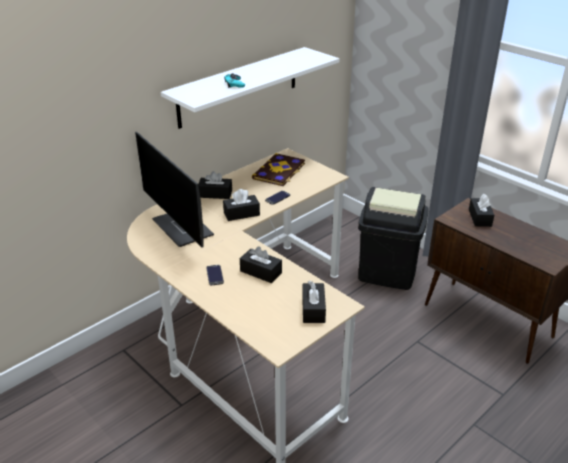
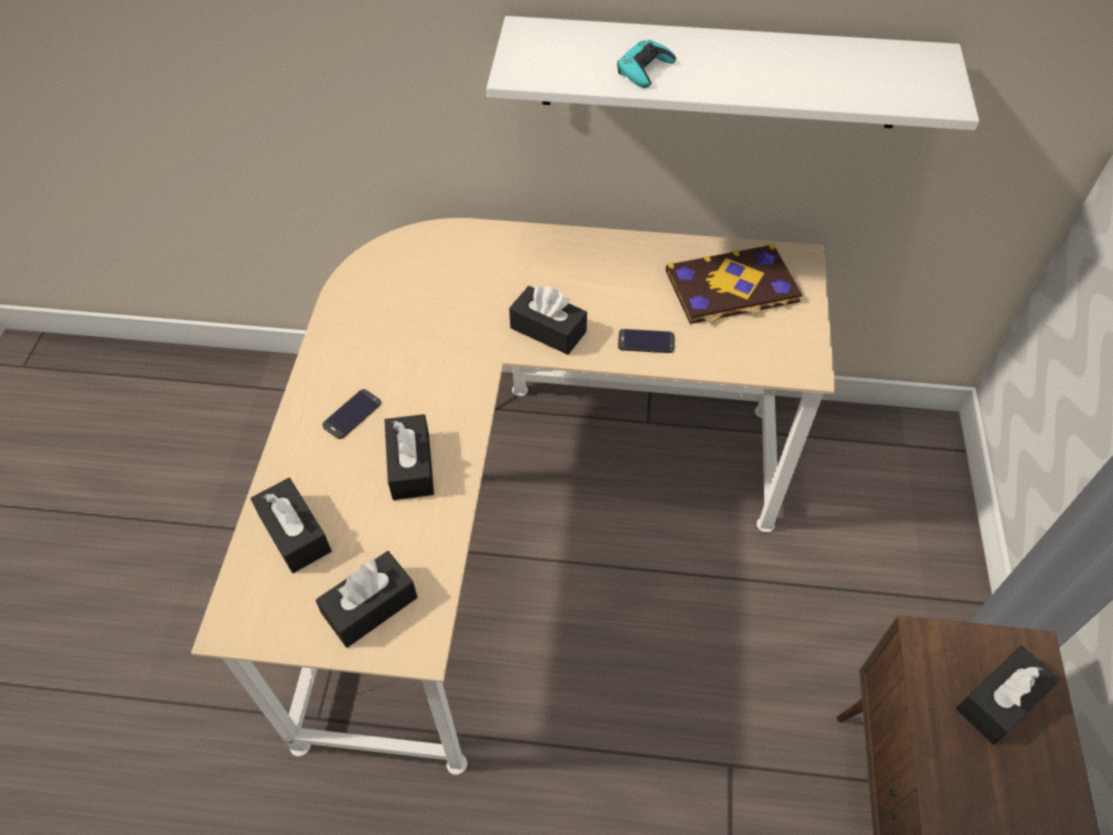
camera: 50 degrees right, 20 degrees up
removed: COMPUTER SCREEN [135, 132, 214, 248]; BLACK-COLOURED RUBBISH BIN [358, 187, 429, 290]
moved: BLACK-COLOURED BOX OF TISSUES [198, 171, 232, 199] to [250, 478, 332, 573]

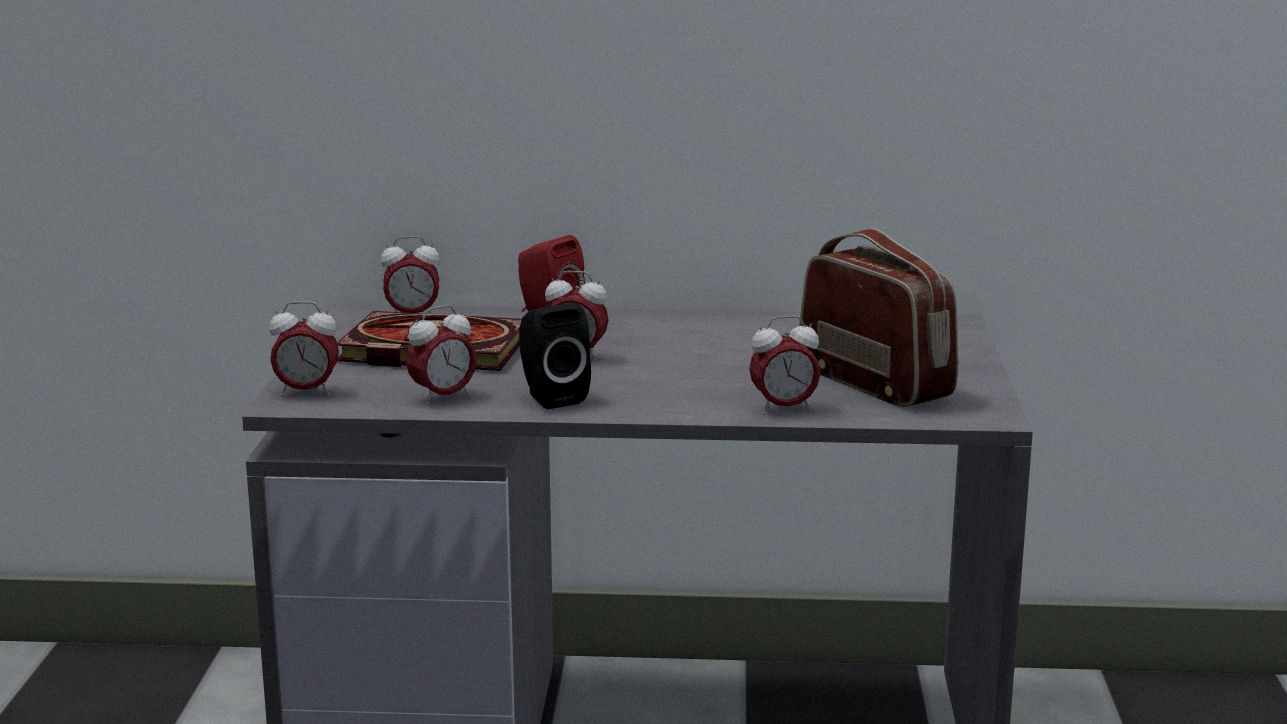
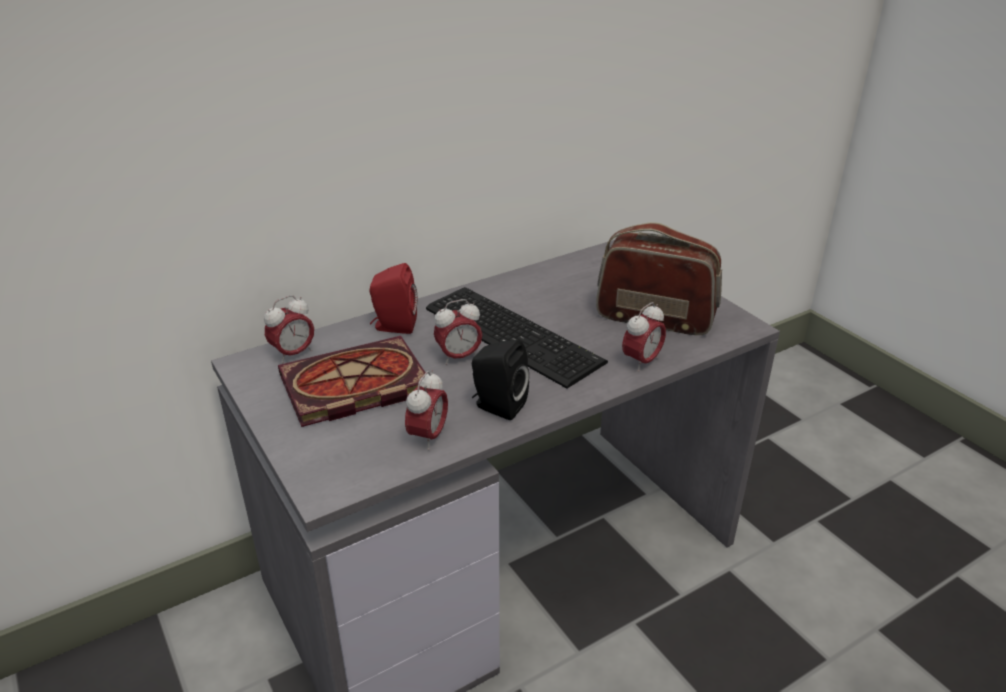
camera: 35 degrees left, 15 degrees up
removed: ALARM CLOCK [269, 302, 339, 396]
added: COMPUTER KEYBOARD [426, 287, 608, 389]

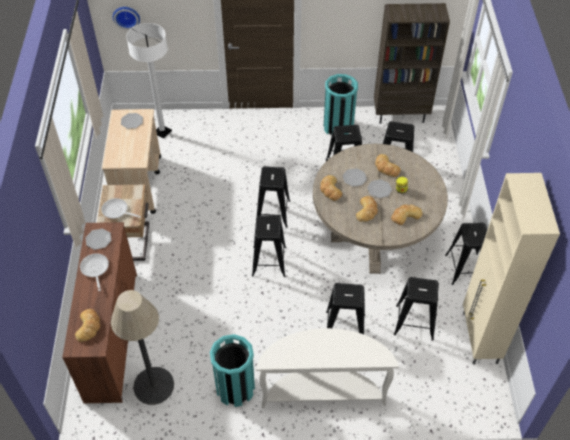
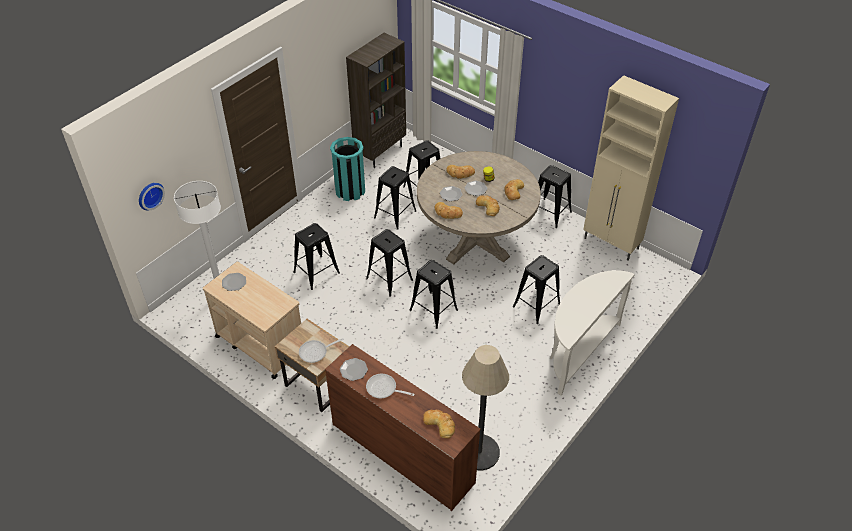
camera: 50 degrees left, 5 degrees down
removed: TURQUOISE-COLOURED RUBBISH BIN [210, 334, 255, 407]
moved: BLACK-COLOURED SITTING STOOL [394, 277, 439, 341] to [293, 223, 340, 290]

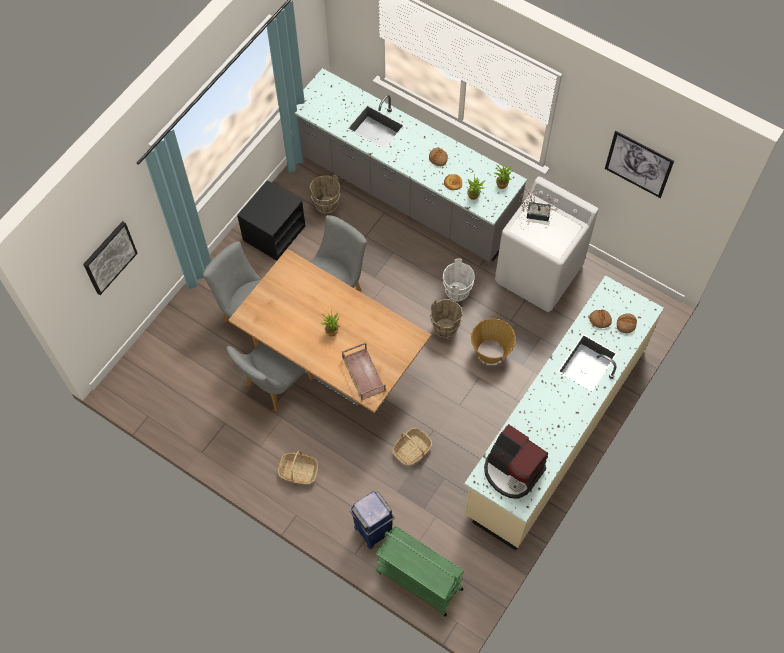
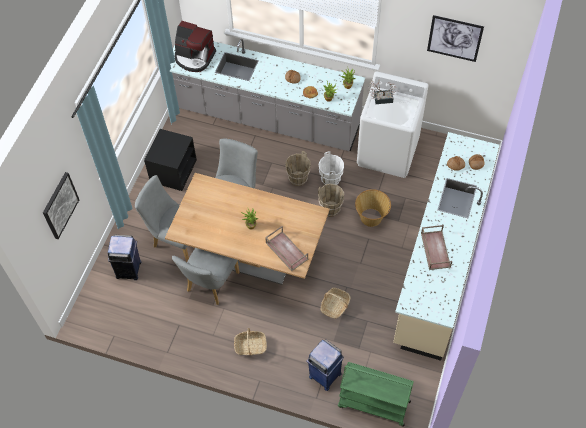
camera: 15 degrees left, 5 degrees down
added: BLUE-COLOURED RUBBISH BIN [108, 235, 141, 280]; BROWN CARRYING TRAY [421, 225, 452, 270]
moved: COFFEE MAKER [484, 424, 548, 499] to [175, 21, 216, 72]; BROWN BUCKET [309, 174, 340, 215] to [285, 151, 311, 186]

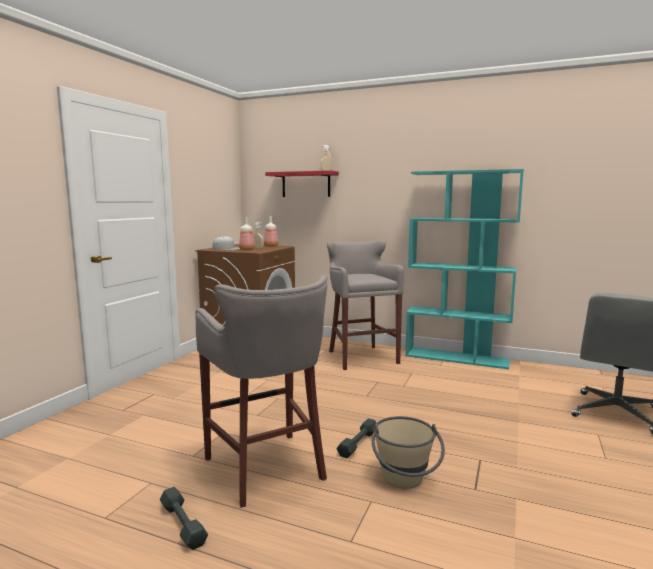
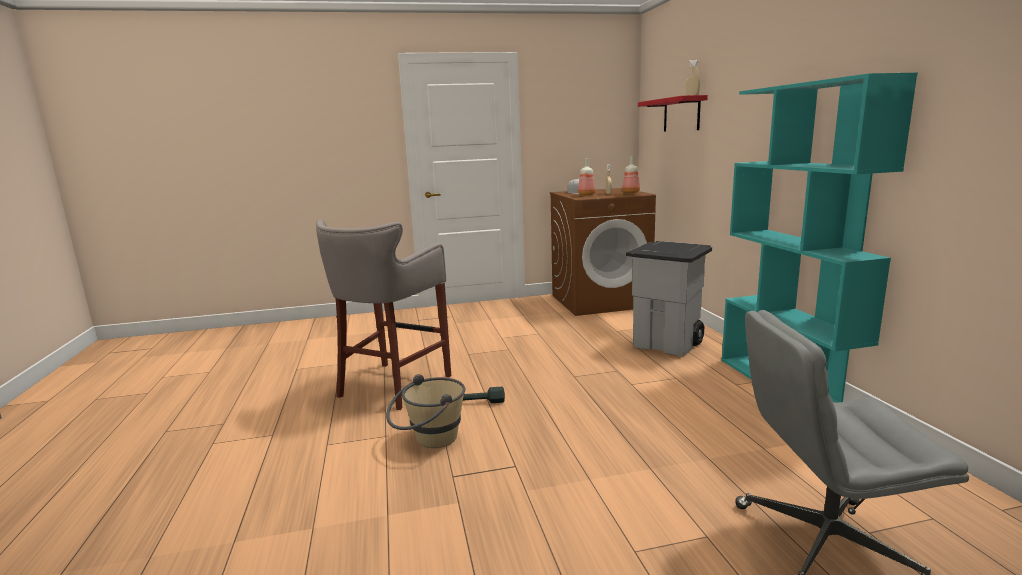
camera: 55 degrees right, 5 degrees up
removed: GREY DUMBBELL [160, 487, 208, 550]
replaced: GREY SITTING STOOL [327, 240, 404, 370] to GREY RUBBISH BIN [626, 241, 712, 356]

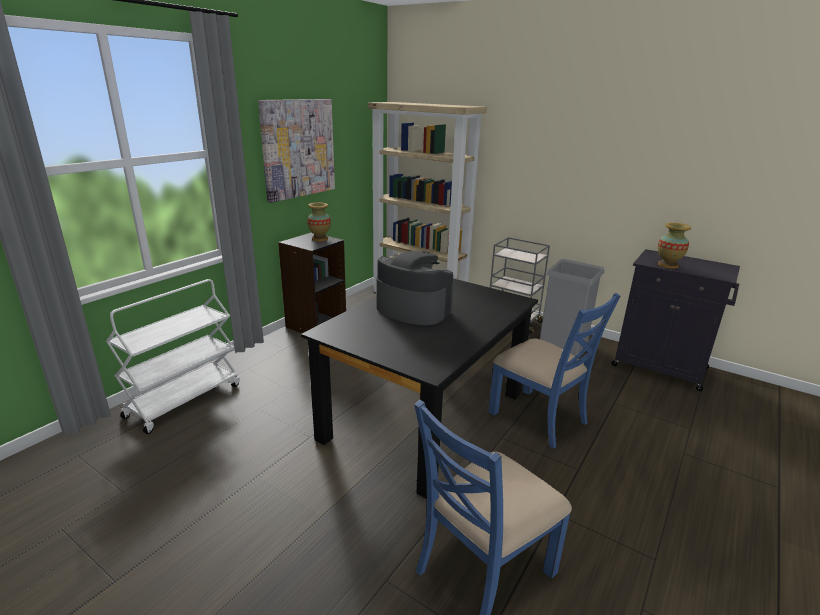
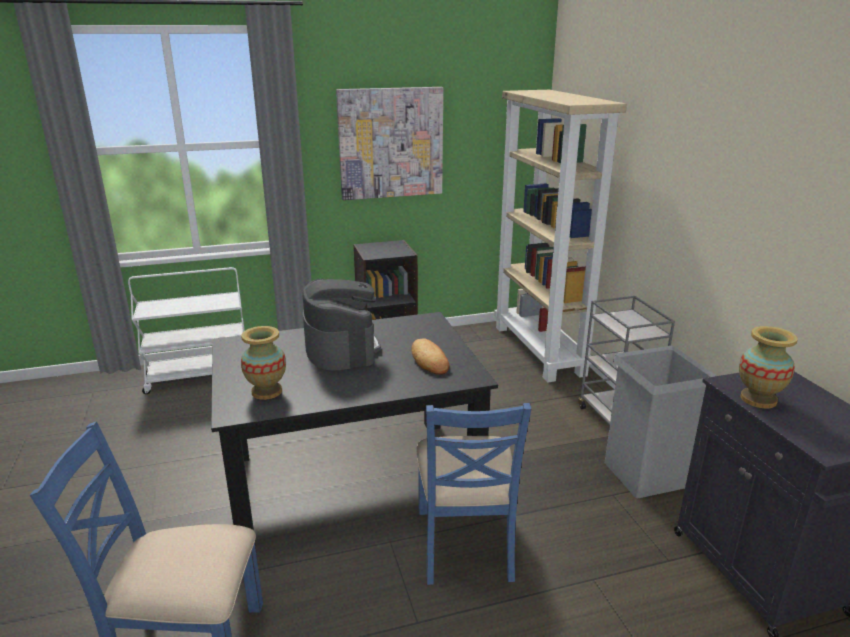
camera: 40 degrees right, 0 degrees up
added: BAKERY BREAD [411, 338, 450, 375]
moved: VASE [307, 203, 331, 241] to [241, 326, 286, 400]

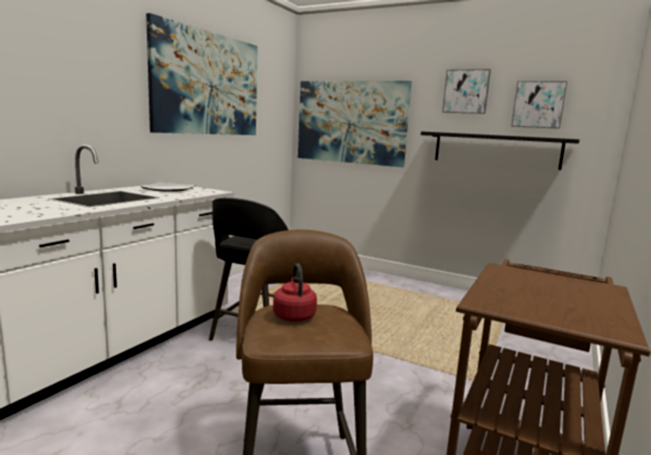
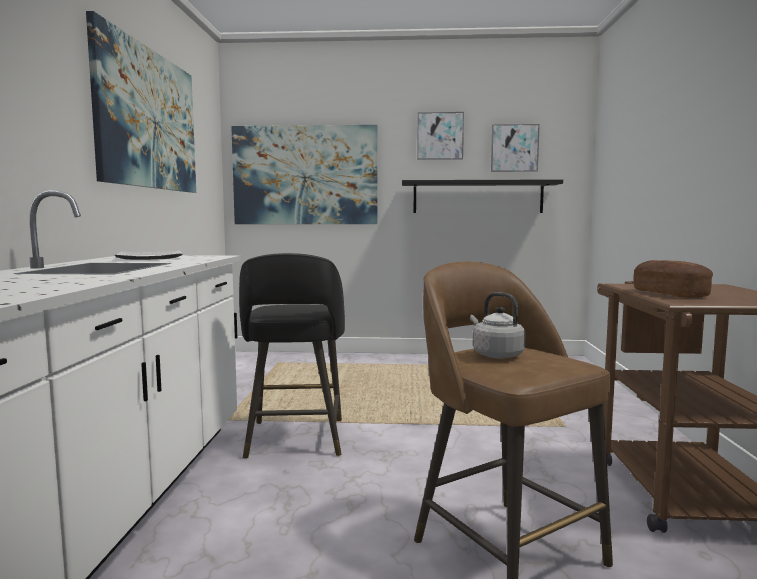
camera: 25 degrees left, 5 degrees down
added: BAKERY BREAD [633, 260, 713, 298]
recoloured: REDDISH KETTLE [273, 263, 317, 322] to GREY KETTLE [470, 292, 526, 359]

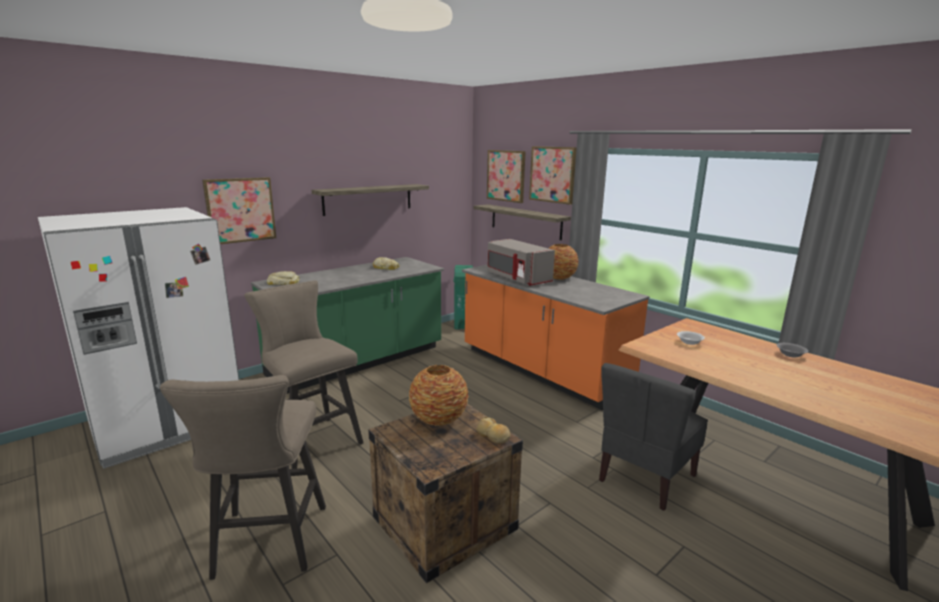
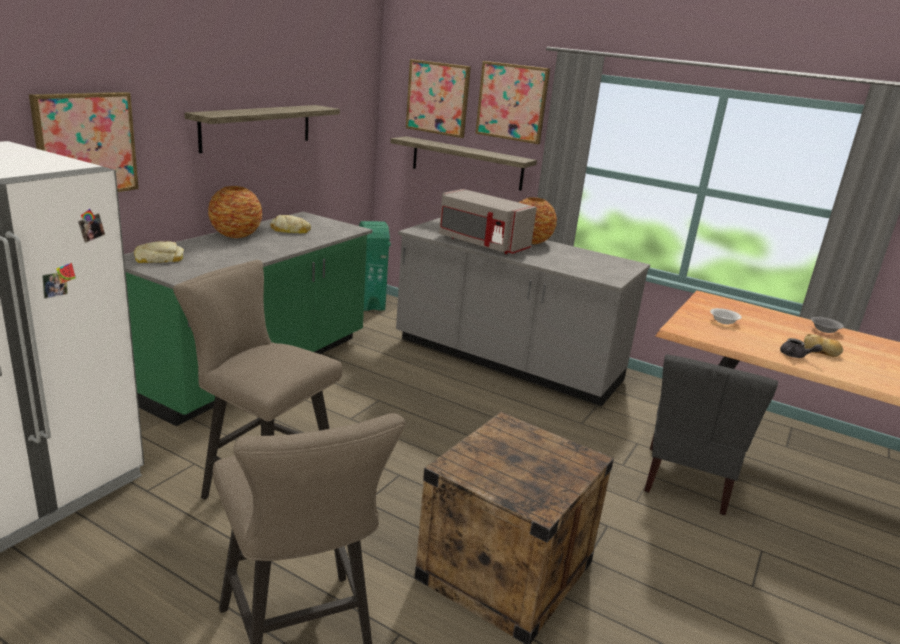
camera: 20 degrees left, 5 degrees up
added: GREY TEA POT [780, 338, 822, 358]
moved: VASE [409, 365, 468, 426] to [208, 186, 262, 238]; BAKERY BREAD [476, 417, 510, 444] to [804, 334, 843, 357]
recoloured: ORANGE KITCHEN COUNTER [462, 265, 650, 411] to GREY KITCHEN COUNTER [396, 218, 650, 406]

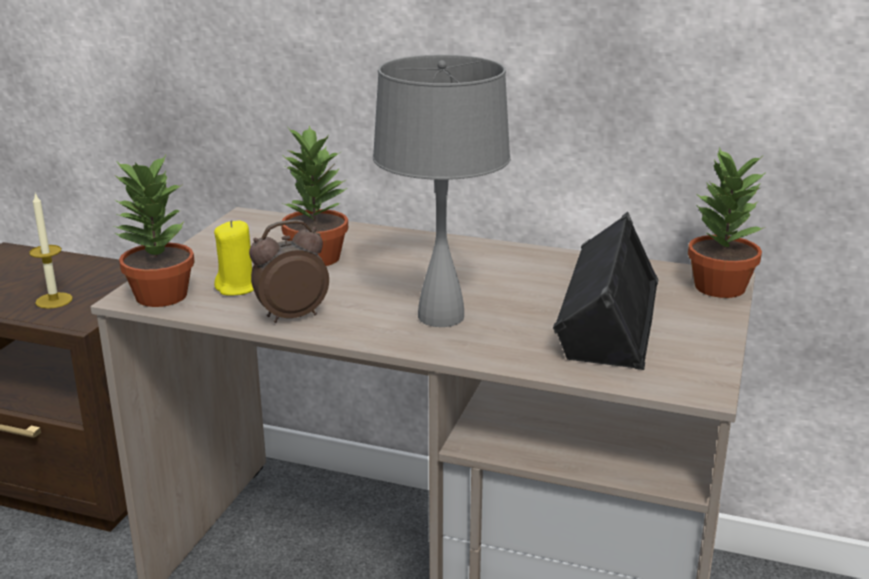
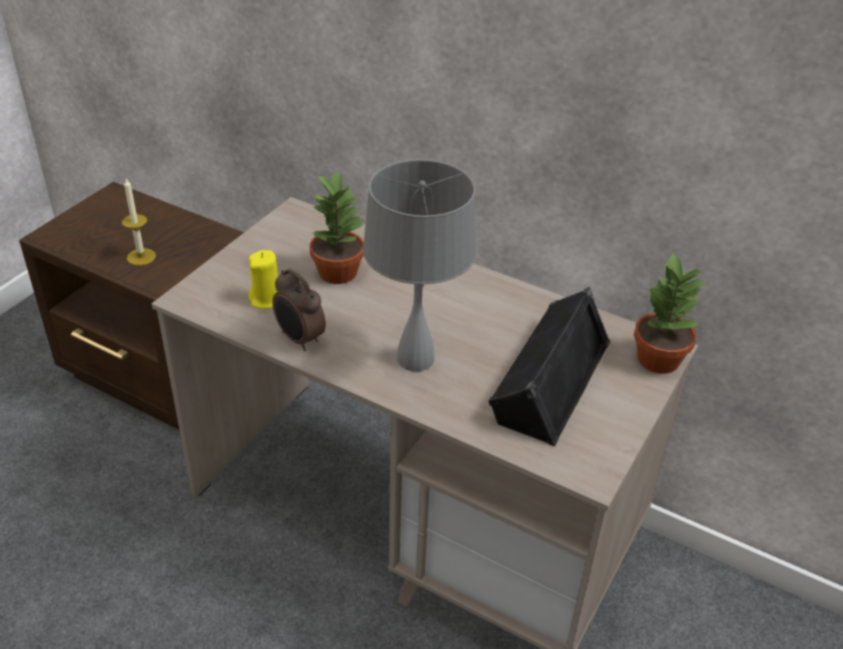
camera: 10 degrees right, 15 degrees up
removed: POTTED PLANT [114, 155, 195, 307]
turned: ALARM CLOCK [249, 220, 329, 323] = [272, 269, 326, 351] 120 degrees counterclockwise

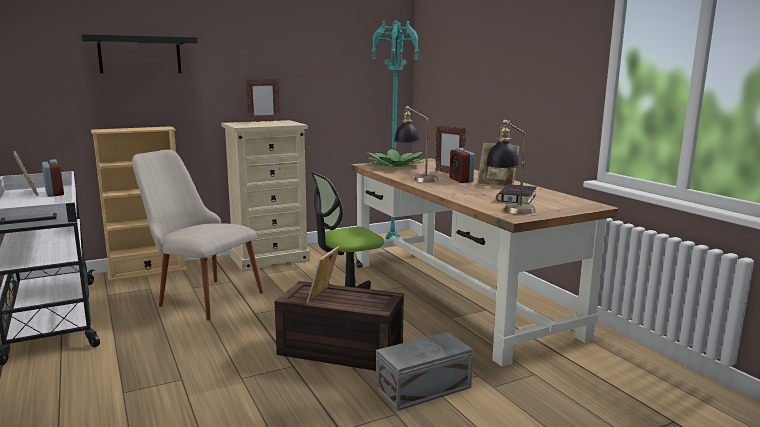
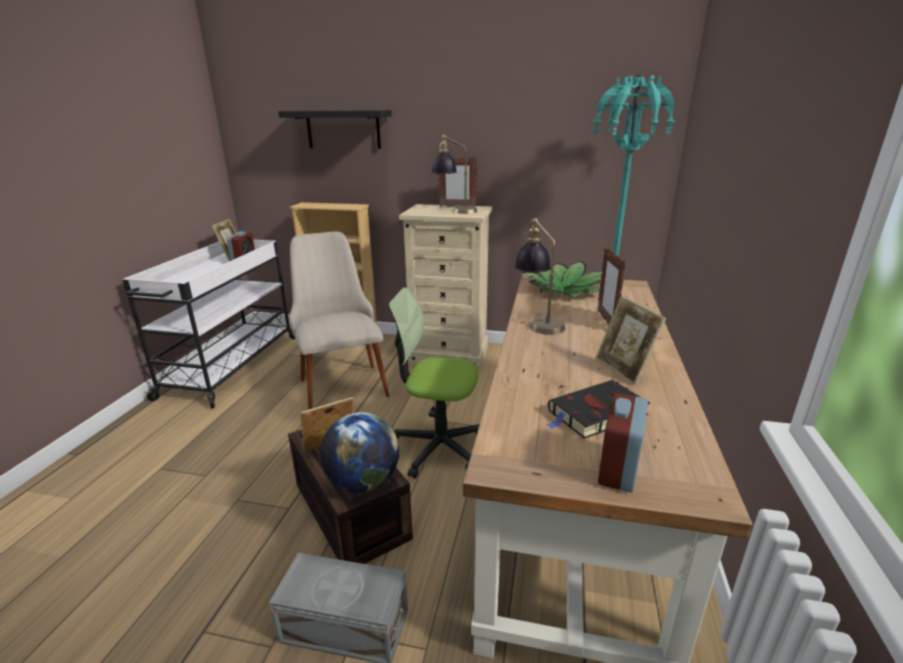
camera: 40 degrees right, 10 degrees up
added: WORLD GLOBE [320, 412, 399, 493]
moved: LAMP FOR A TABLE [485, 120, 536, 214] to [432, 135, 478, 214]; ALARM CLOCK [449, 148, 475, 183] to [598, 393, 648, 493]

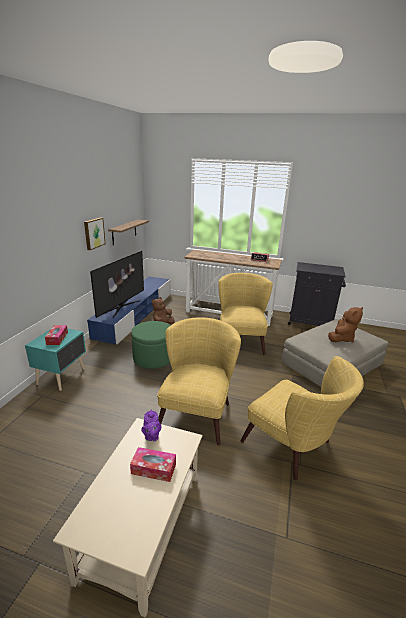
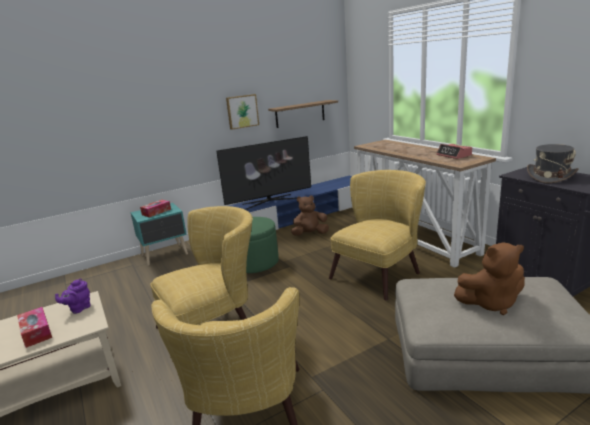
camera: 45 degrees right, 5 degrees down
added: GREY HAT [527, 144, 579, 184]

